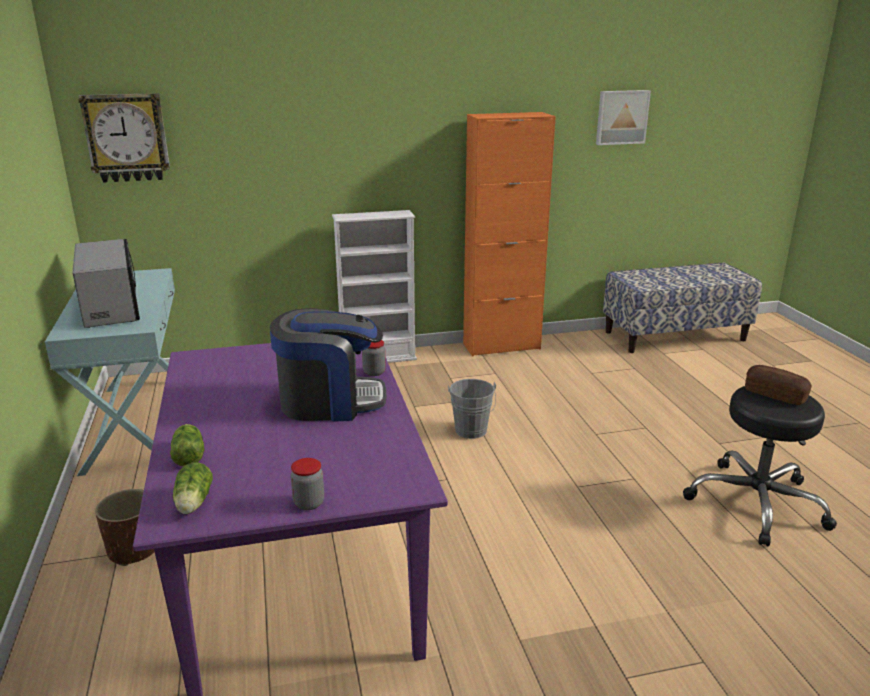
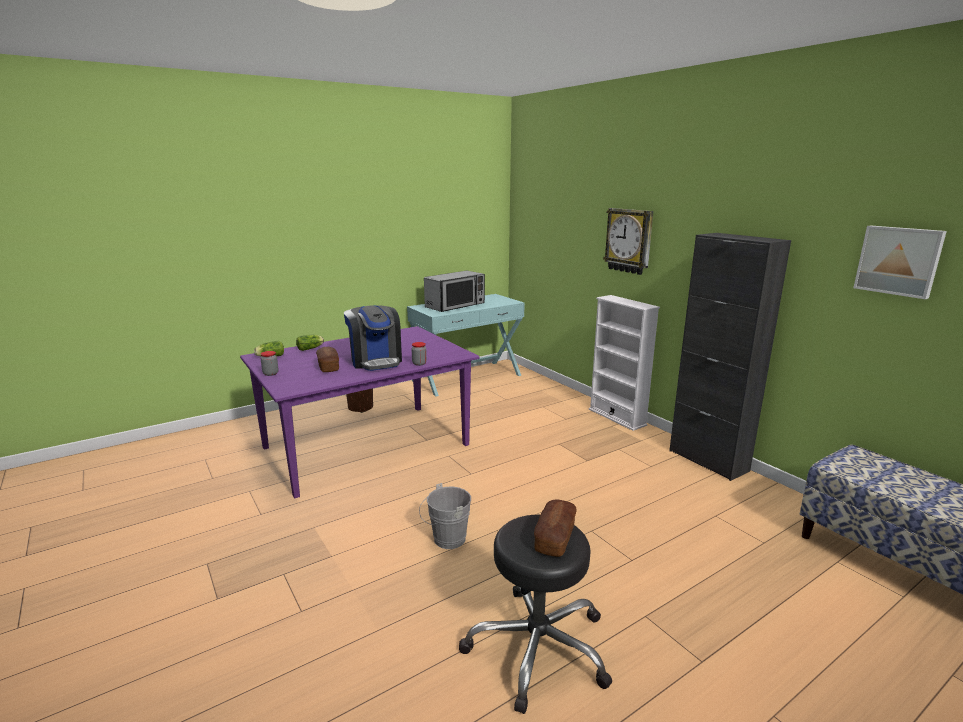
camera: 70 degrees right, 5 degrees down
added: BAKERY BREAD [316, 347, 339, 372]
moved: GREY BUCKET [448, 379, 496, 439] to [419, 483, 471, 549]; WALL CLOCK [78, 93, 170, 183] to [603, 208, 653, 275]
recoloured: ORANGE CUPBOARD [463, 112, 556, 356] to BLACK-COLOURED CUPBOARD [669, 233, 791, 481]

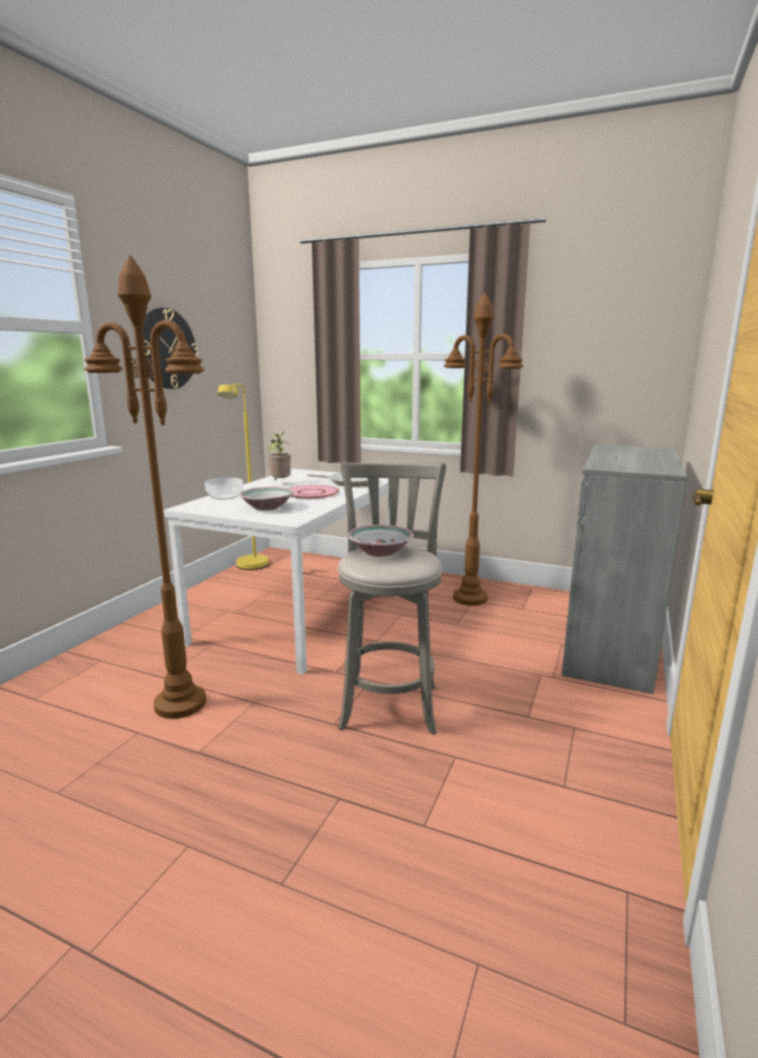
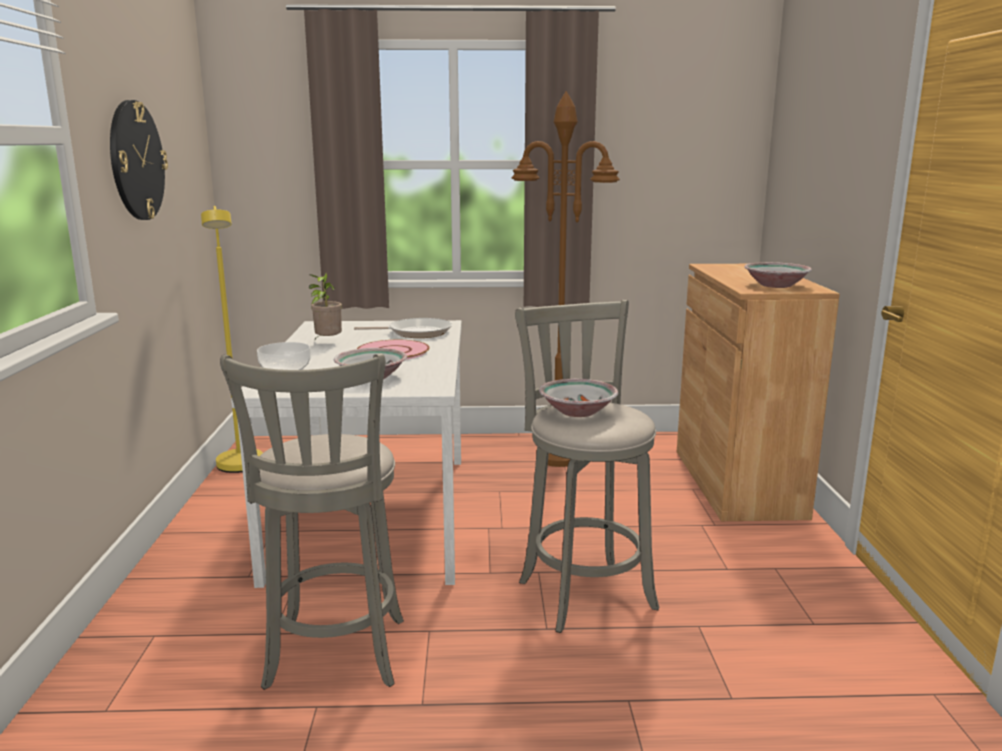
camera: 25 degrees left, 0 degrees up
added: BOWL [744, 262, 812, 288]
replaced: BROWN FLOOR LAMP [84, 255, 206, 719] to GREY SITTING STOOL [220, 353, 404, 690]
recoloured: GREY CUPBOARD [562, 445, 687, 694] to BROWN CUPBOARD [677, 264, 840, 521]

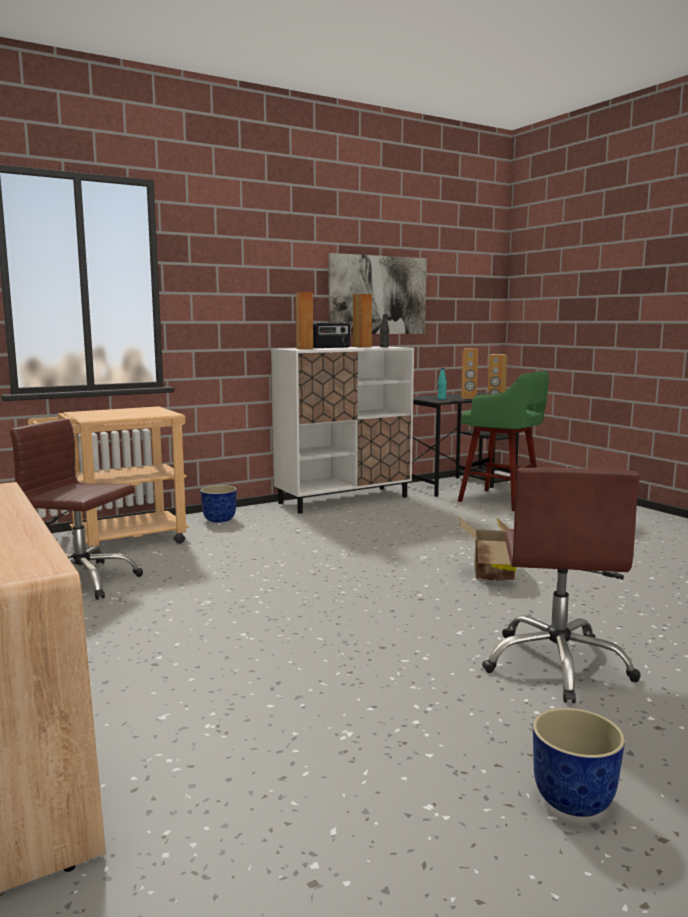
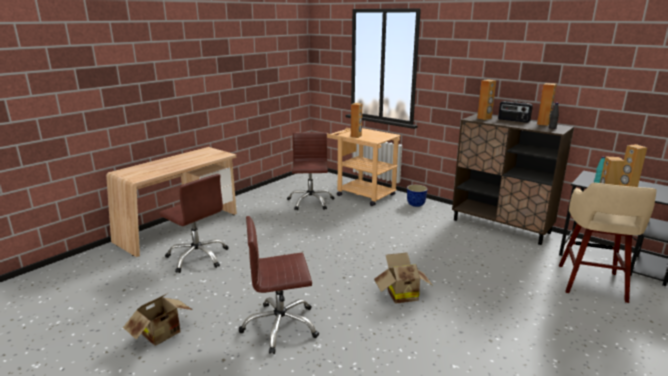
camera: 70 degrees right, 10 degrees up
removed: WALL PICTURE [328, 253, 427, 334]
added: BROWN OFFICE CHAIR [159, 174, 229, 273]; BROWN LOUDSPEAKER [351, 103, 362, 138]
replaced: FLOWER POT [533, 708, 625, 817] to CARTON [123, 293, 193, 346]
recoloured: WHITISH CUPBOARD [271, 346, 414, 513] to BROWN CUPBOARD [452, 114, 574, 245]; GREENISH SITTING STOOL [458, 371, 549, 511] to BEIGE-COLOURED SITTING STOOL [559, 183, 657, 303]

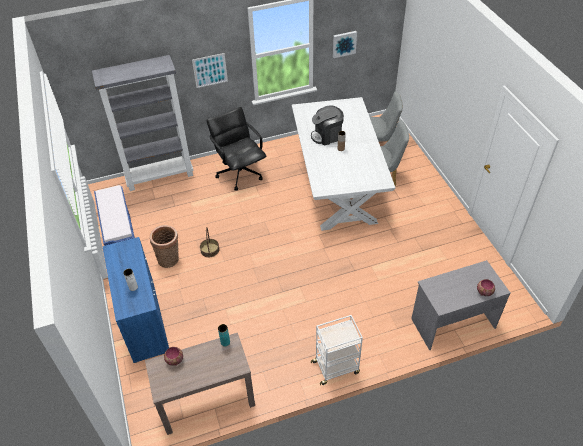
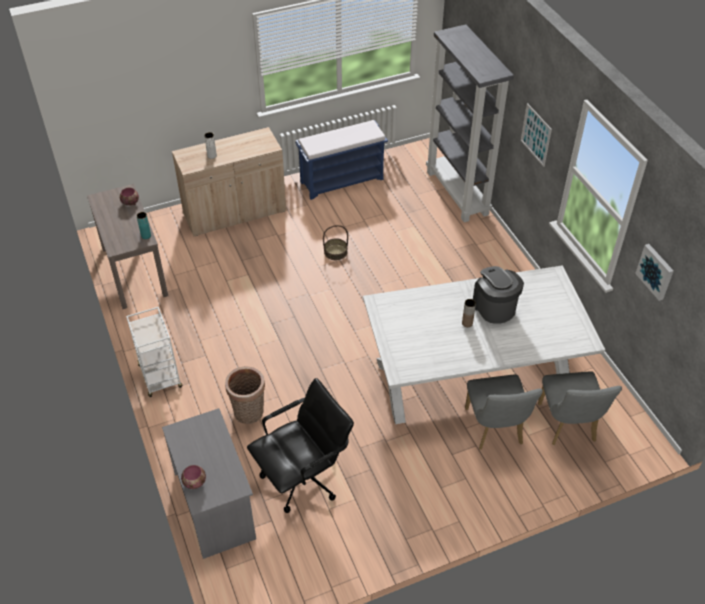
camera: 85 degrees right, 0 degrees up
moved: BASKET [150, 225, 179, 268] to [225, 366, 265, 424]; BLACK-COLOURED OFFICE CHAIR [206, 107, 266, 191] to [247, 378, 354, 513]
recoloured: BLUE-COLOURED CUPBOARD [102, 237, 169, 363] to BEIGE-COLOURED CUPBOARD [172, 127, 286, 236]

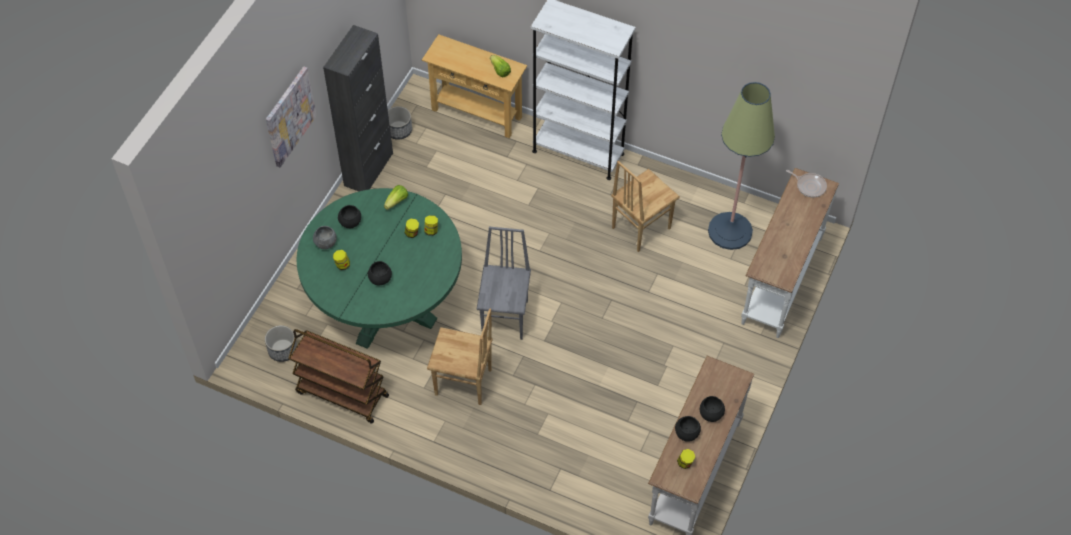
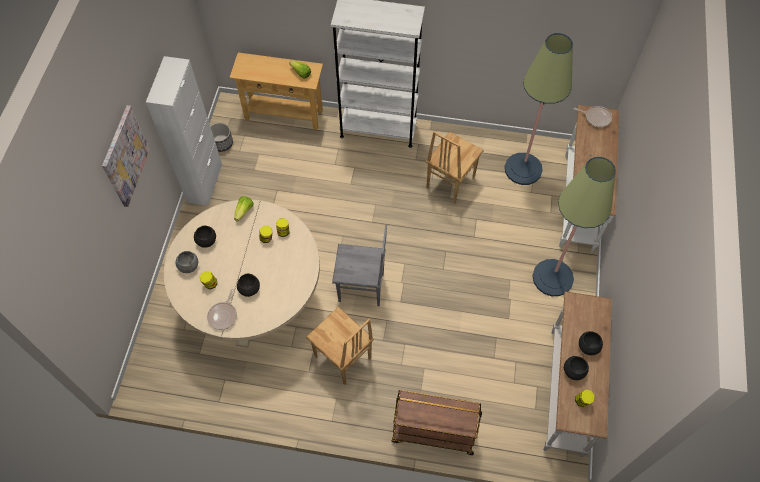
camera: 15 degrees left, 5 degrees up
removed: FLOWER POT [265, 325, 297, 362]
added: SKILLET [207, 289, 237, 330]; FLOOR LAMP [533, 157, 616, 296]
moved: BROWN CART [288, 329, 389, 424] to [391, 390, 482, 455]
recoloured: BLACK-COLOURED CUPBOARD [323, 25, 393, 192] to WHITISH CUPBOARD [146, 56, 222, 206]; GREENISH DINING TABLE [297, 188, 462, 349] to BEIGE-COLOURED DINING TABLE [164, 199, 320, 347]
turned: BROWN PLAIN CHAIR [427, 308, 493, 405] = [306, 307, 374, 385] 45 degrees clockwise; GREY PLAIN CHAIR [477, 226, 531, 340] = [332, 225, 387, 306] 105 degrees clockwise

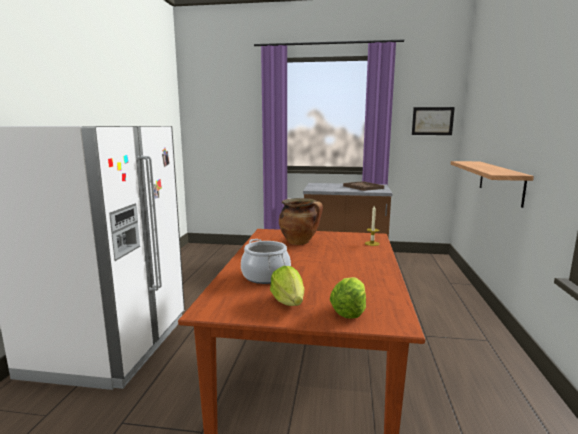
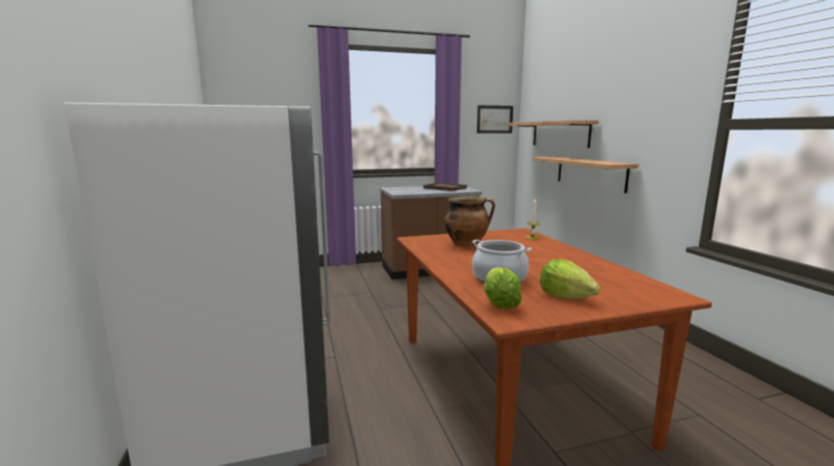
camera: 25 degrees left, 0 degrees up
added: WALL SHELF [509, 120, 599, 148]
moved: LETTUCE HEAD [329, 277, 366, 319] to [484, 267, 522, 309]

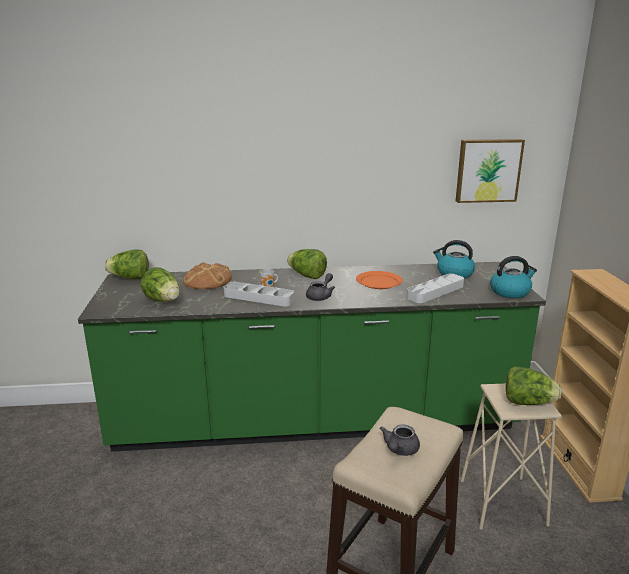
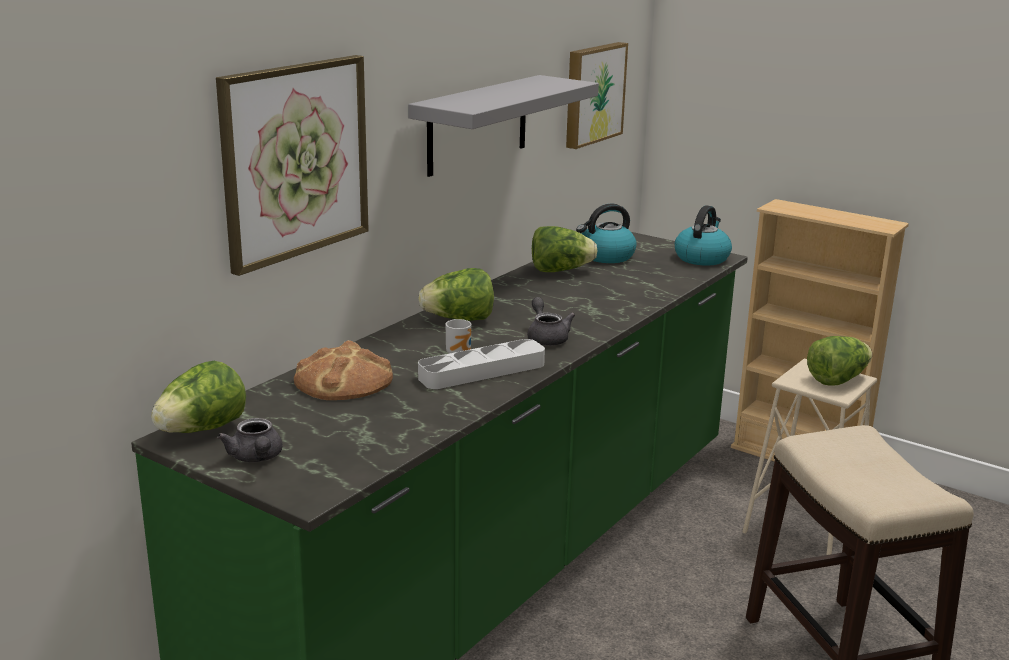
camera: 50 degrees left, 0 degrees up
removed: ORANGE PLATE [356, 271, 403, 289]; GREY CARRYING TRAY [407, 274, 464, 303]
added: WALL PICTURE [216, 55, 369, 276]; GREY WALL SHELF [408, 75, 599, 177]
moved: GREY TEA POT [380, 424, 420, 456] to [217, 418, 282, 462]; LETTUCE HEAD [141, 267, 180, 302] to [532, 226, 598, 272]

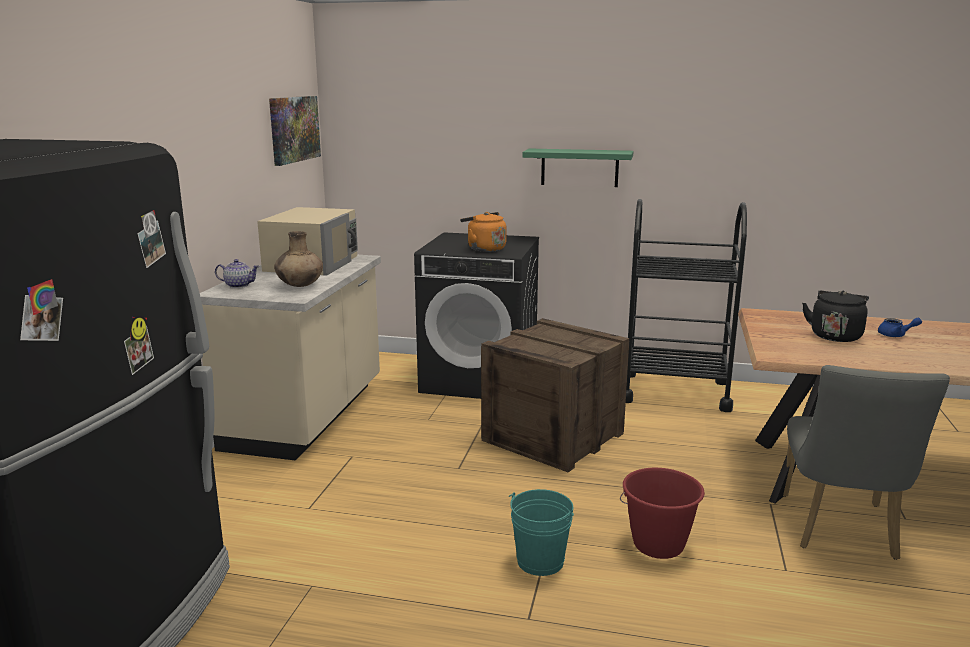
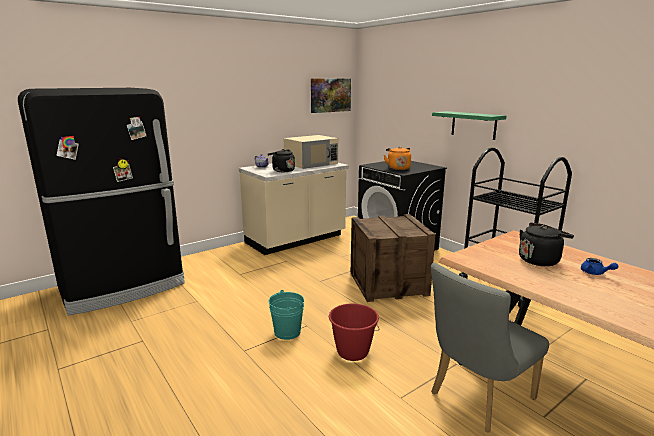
camera: 40 degrees right, 0 degrees up
replaced: BROWN VASE [274, 231, 323, 287] to BLACK-COLOURED KETTLE [268, 149, 295, 172]

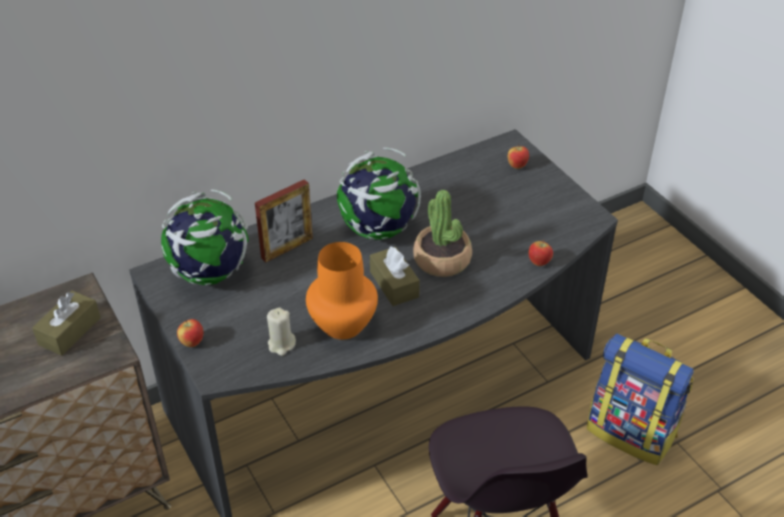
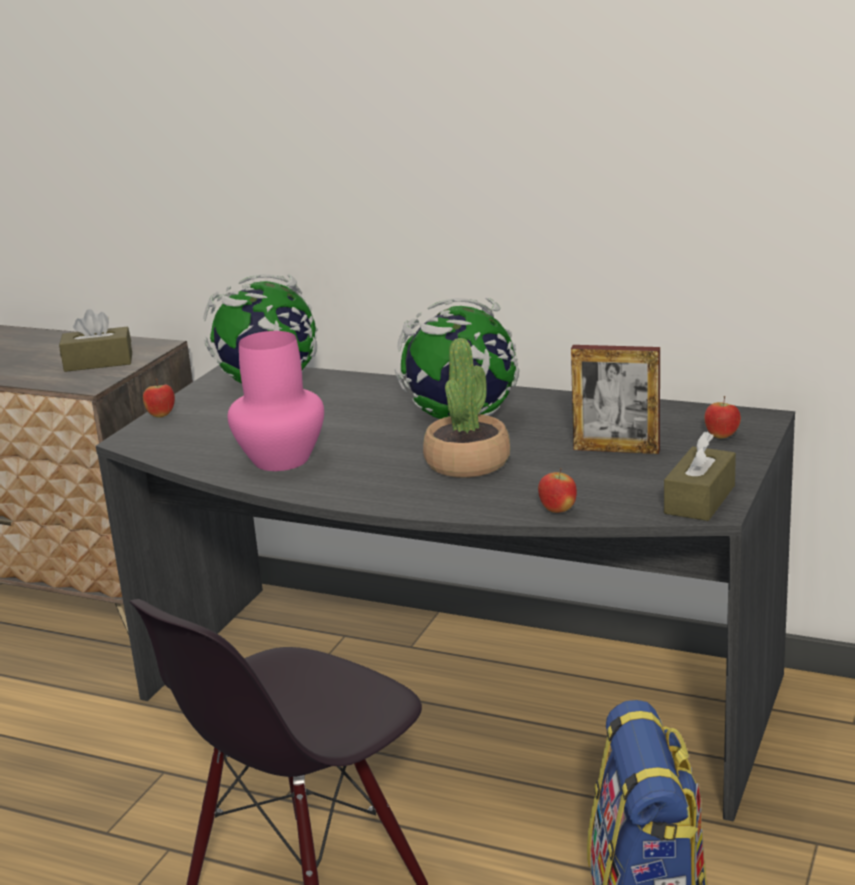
camera: 55 degrees right, 20 degrees down
removed: BEIGE-COLOURED WAX LIGHT [267, 308, 296, 356]
moved: PHOTO FRAME [255, 179, 313, 263] to [571, 345, 660, 454]; BROWN BOX OF TISSUES [370, 246, 420, 306] to [664, 432, 736, 521]
recoloured: ORANGE VASE [306, 242, 378, 339] to PINKISH VASE [227, 331, 324, 471]

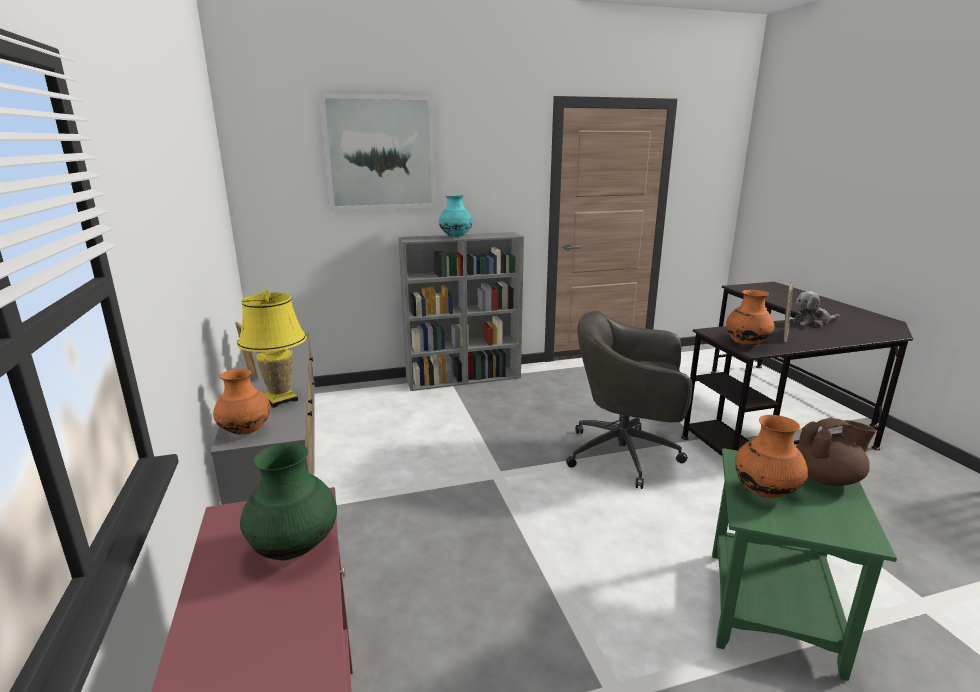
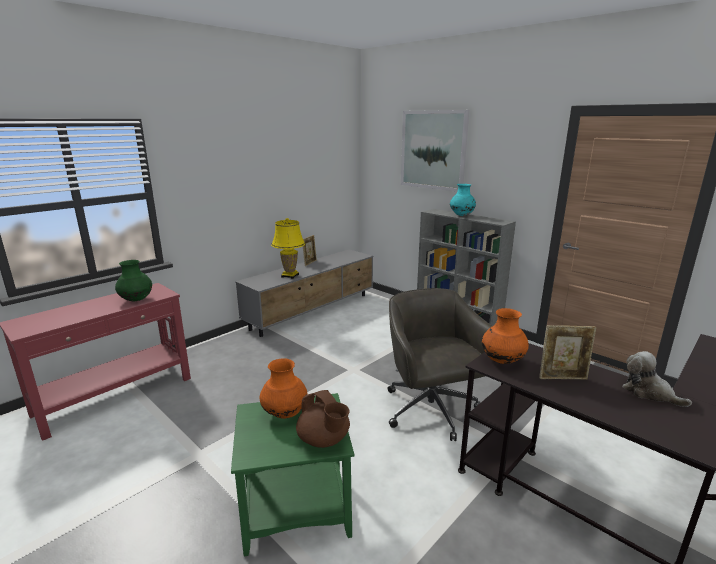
camera: 60 degrees right, 0 degrees up
removed: ORANGE VASE [213, 368, 270, 435]

